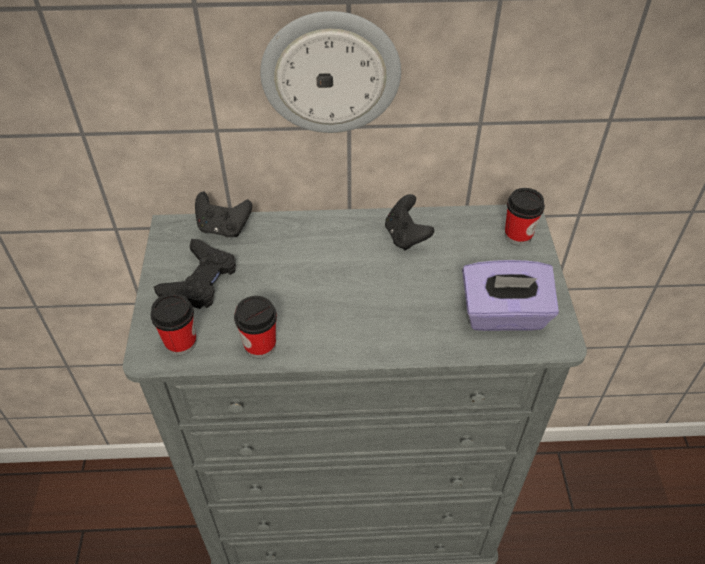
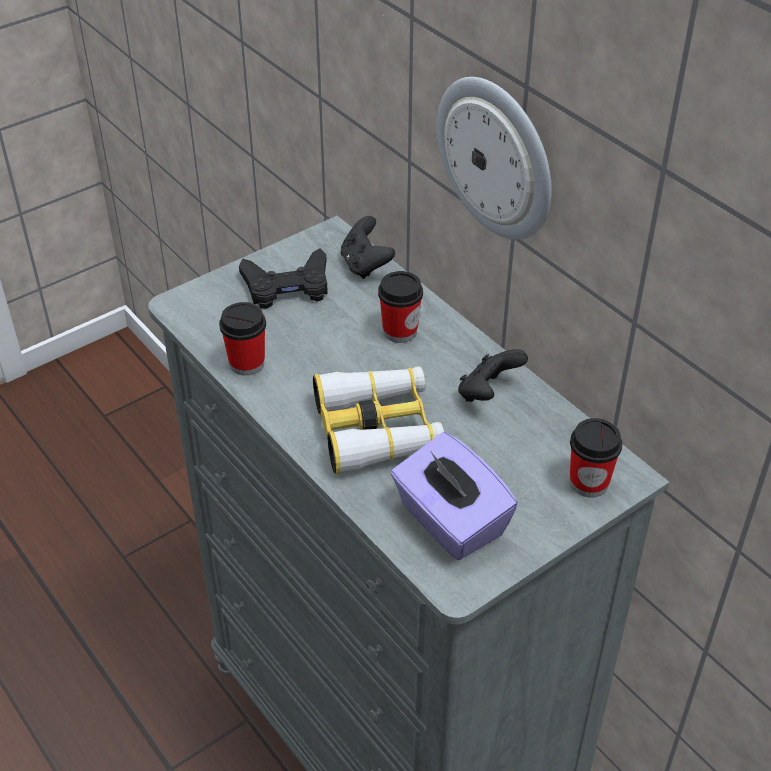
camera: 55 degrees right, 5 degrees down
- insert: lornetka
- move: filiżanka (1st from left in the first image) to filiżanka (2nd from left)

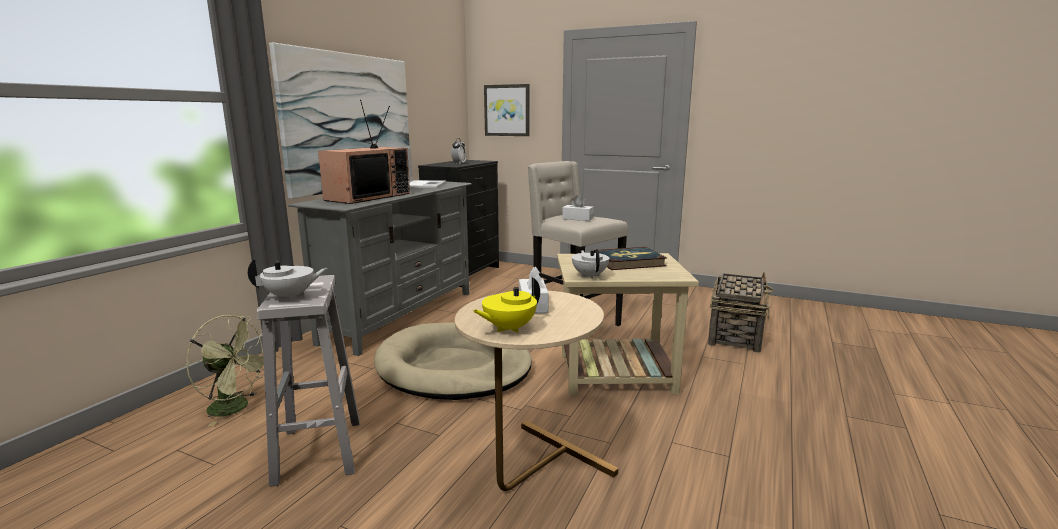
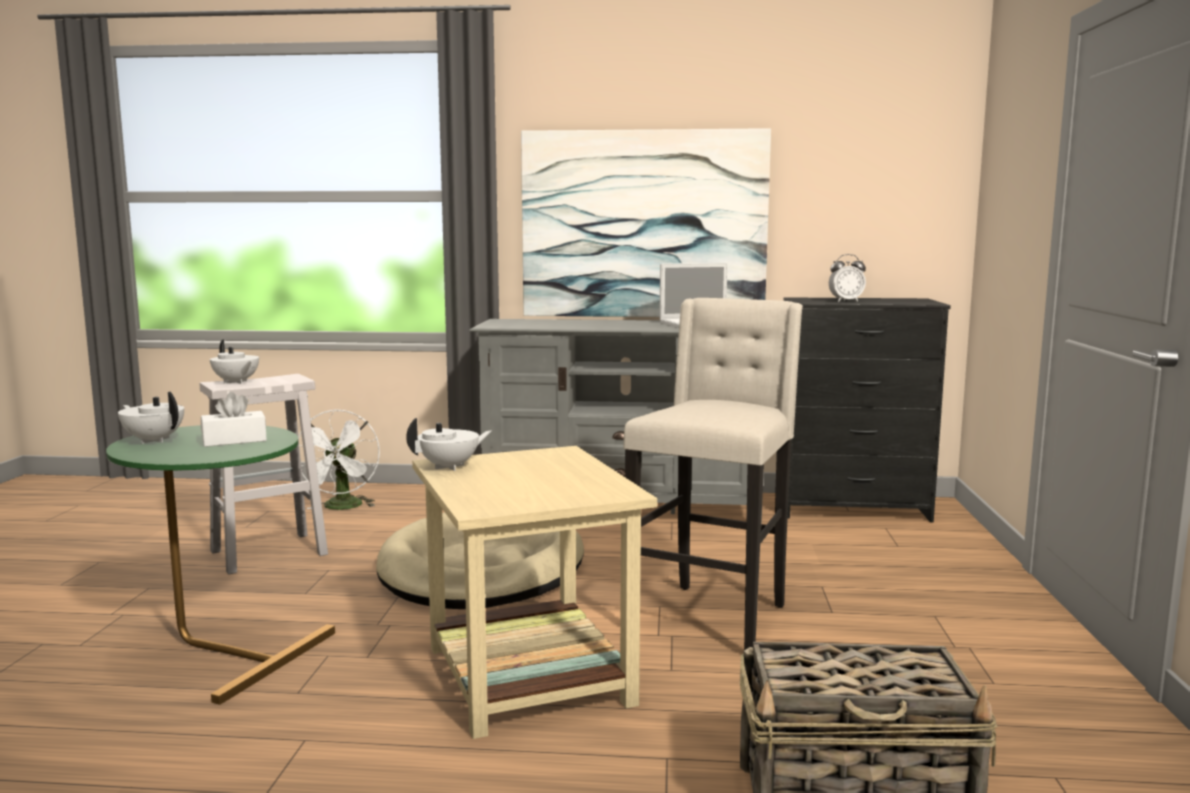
camera: 70 degrees right, 5 degrees down
- recolor: stolik (beżowy) (1st from left) to stolik (zielony)
- recolor: imbryk (żółty) to imbryk (biały) (1st from left)
- recolor: wentylator (zielony) to wentylator (biały)
- delete: telewizor
- delete: obraz (2nd from left)
- delete: pudełko chusteczek (biały) (2nd from left)
- delete: książka

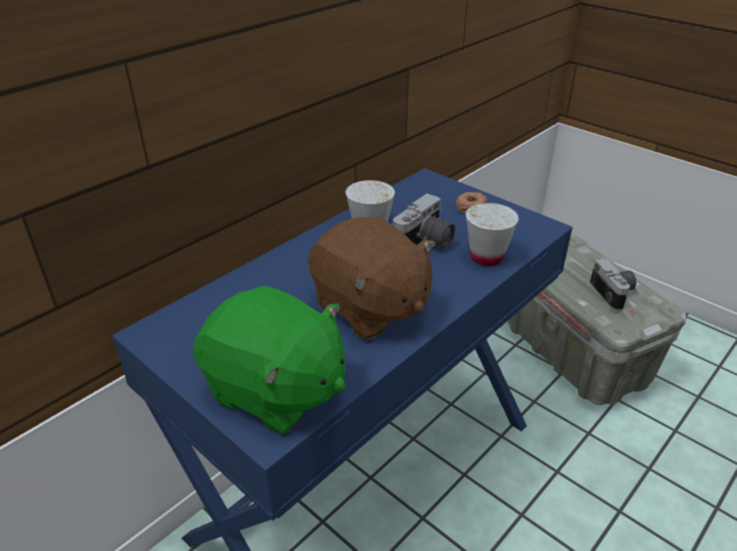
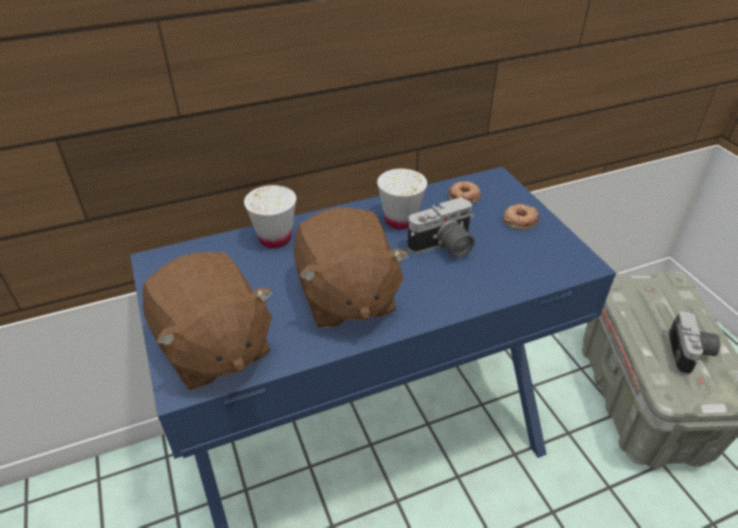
camera: 25 degrees right, 5 degrees up
- recolor: pluszak (zielony) to pluszak (brązowy) (1st from left)
- move: filiżanka (biały) (2nd from left in the first image) to filiżanka (biały) (1st from left)
- insert: donut (1st from left)

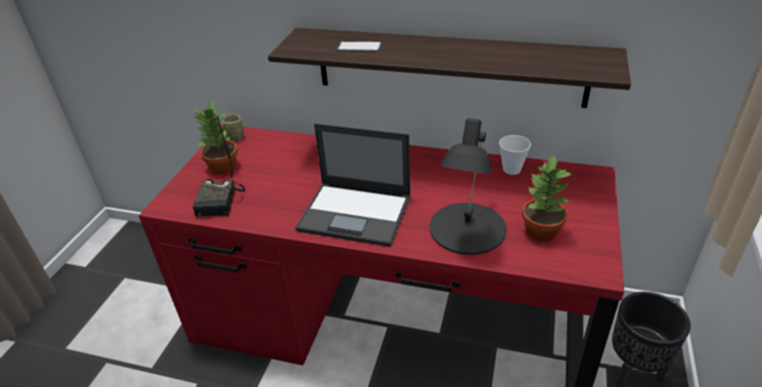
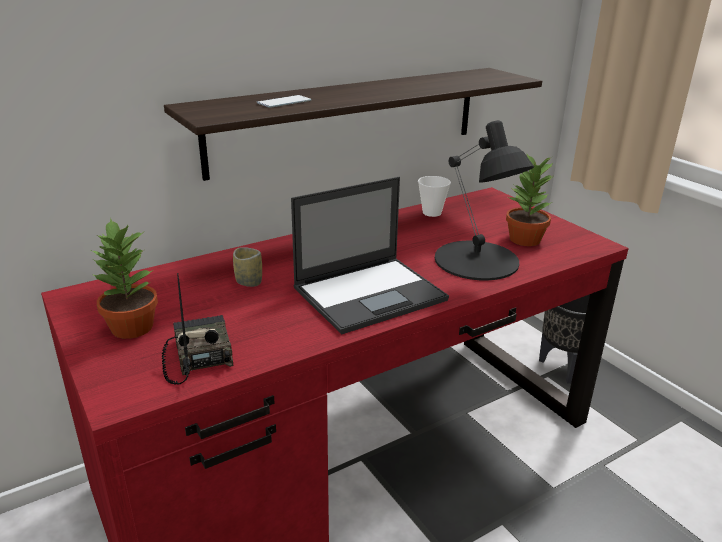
camera: 50 degrees left, 10 degrees down
- rotate: radio 150 degrees counterclockwise
- move: filiżanka (1st from left)

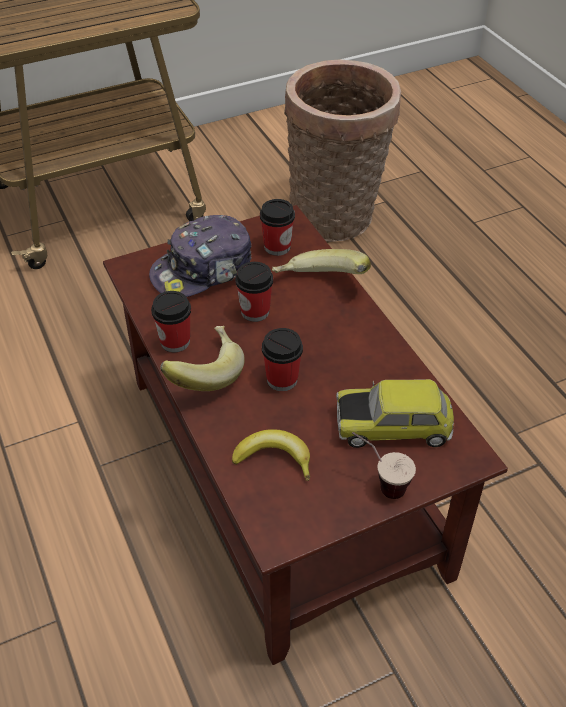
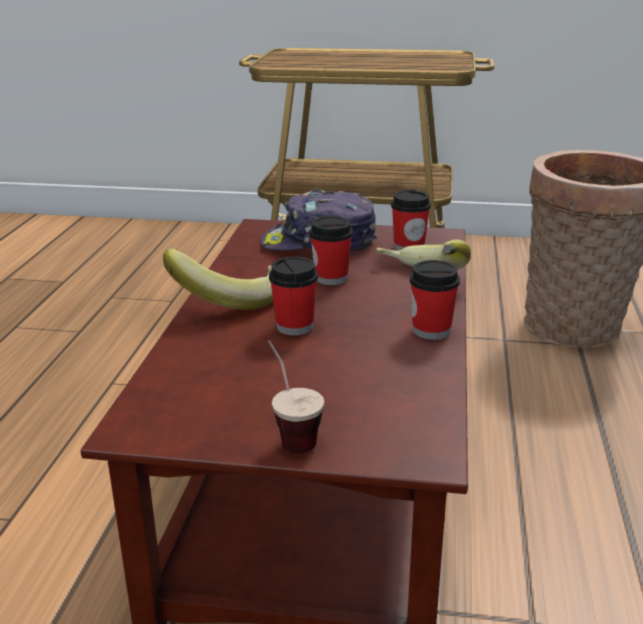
camera: 35 degrees right, 20 degrees down
- move: filiżanka (1st from left in the first image) to filiżanka (5th from left)
- delete: banan (2nd from left)
- delete: samochodzik

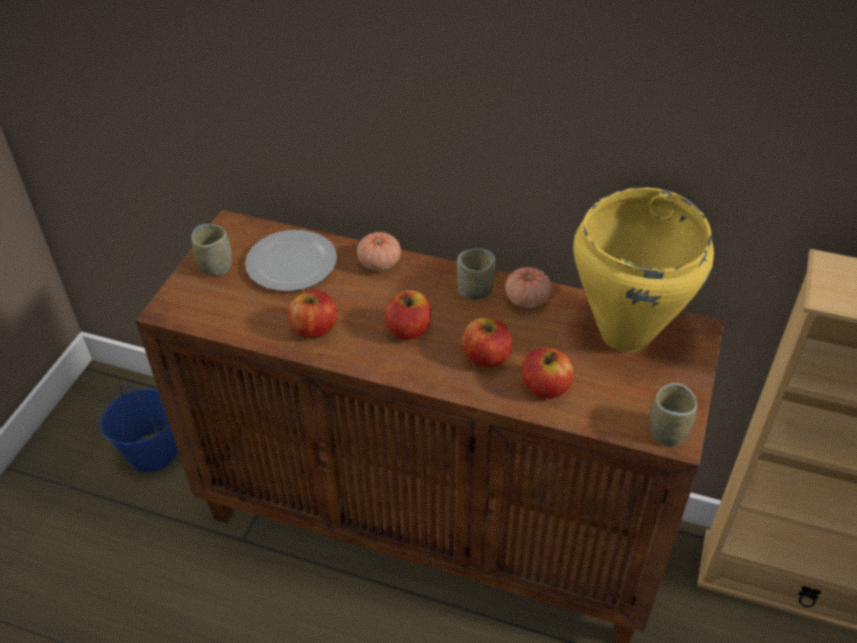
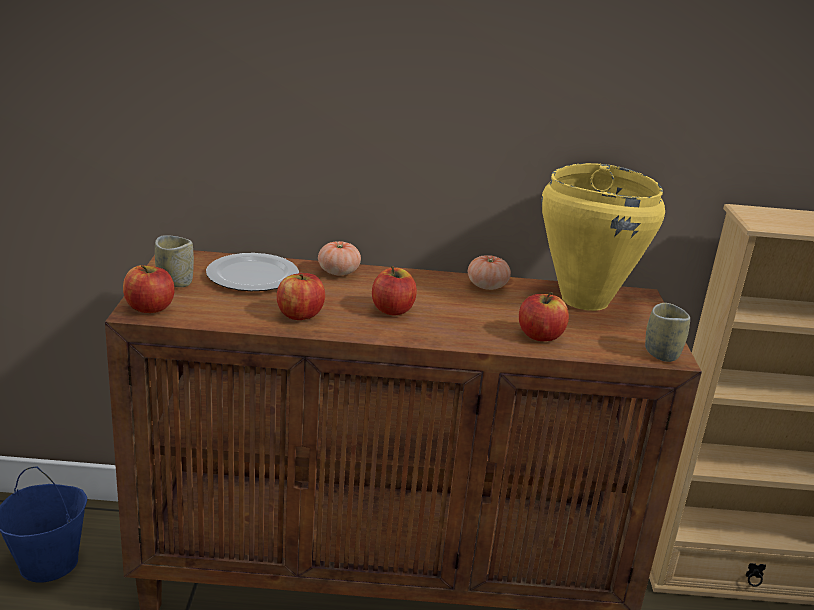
camera: 20 degrees left, 20 degrees down
- move: jabłko (3rd from left in the first image) to jabłko (1st from left)
- delete: filiżanka (2nd from left)

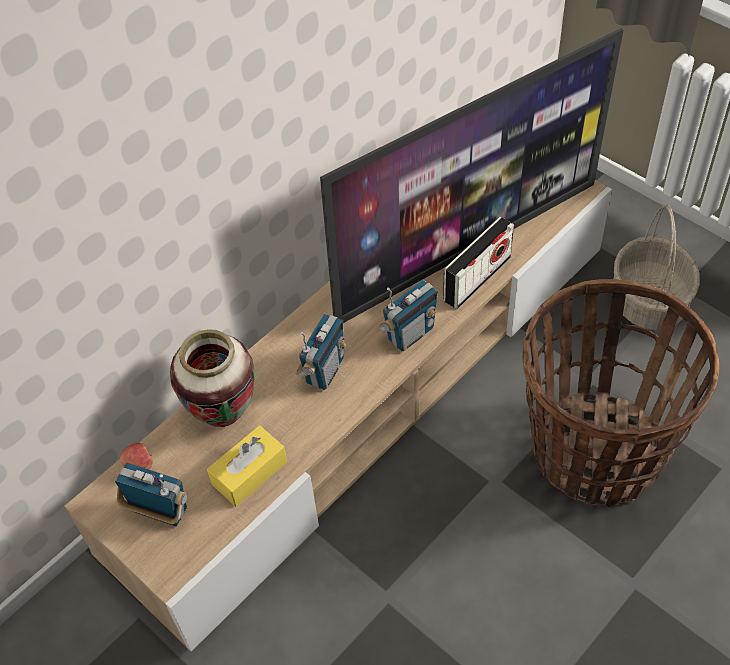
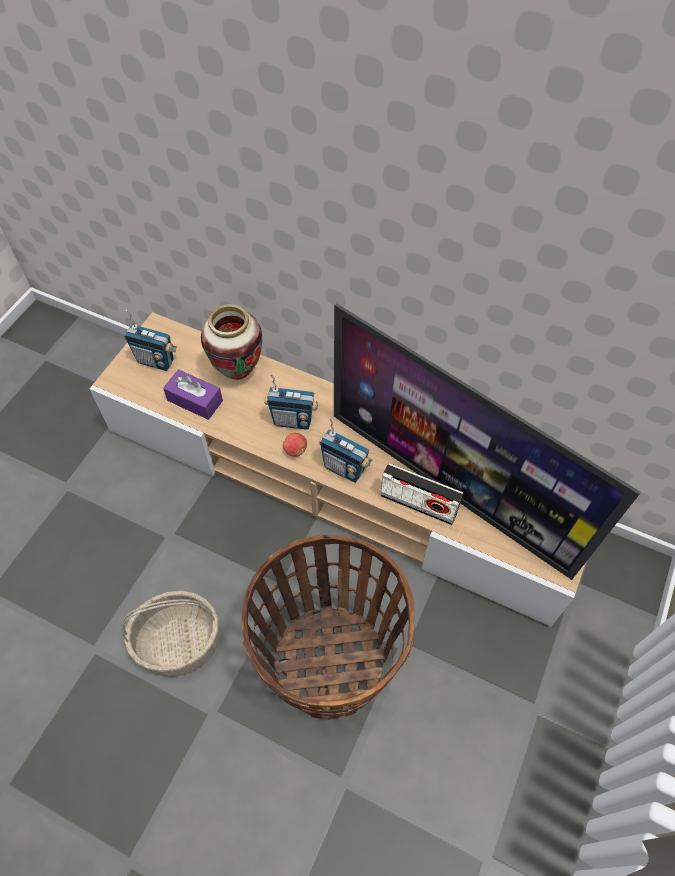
camera: 70 degrees right, 5 degrees up
- move: koszyk (2nd from left in the first image) to koszyk (1st from left)
- rotate: radio (1st from left) 105 degrees clockwise
- recolor: pudełko chusteczek (żółty) to pudełko chusteczek (fioletowy)
- move: jabłko

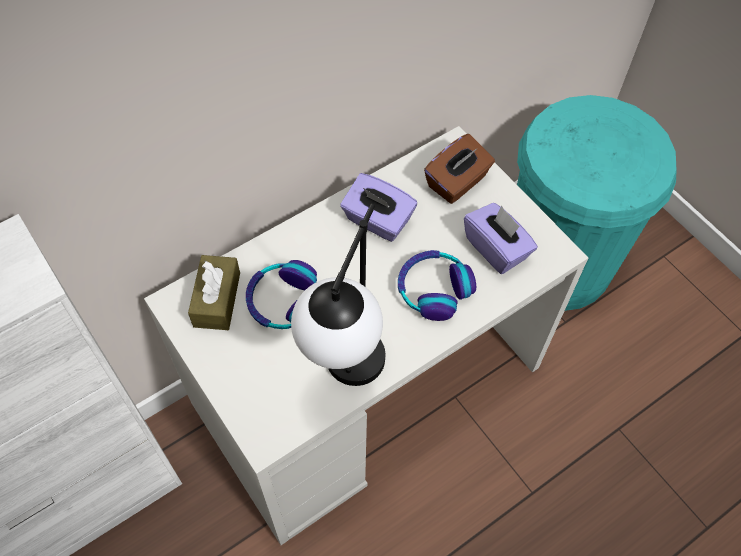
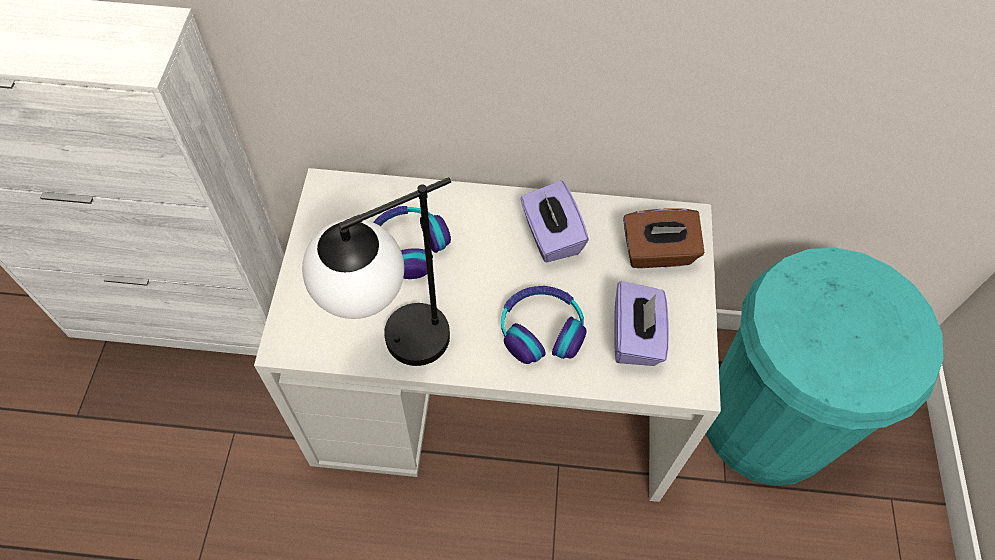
camera: 40 degrees right, 0 degrees up
- delete: pudełko chusteczek (brązowy) (1st from left)

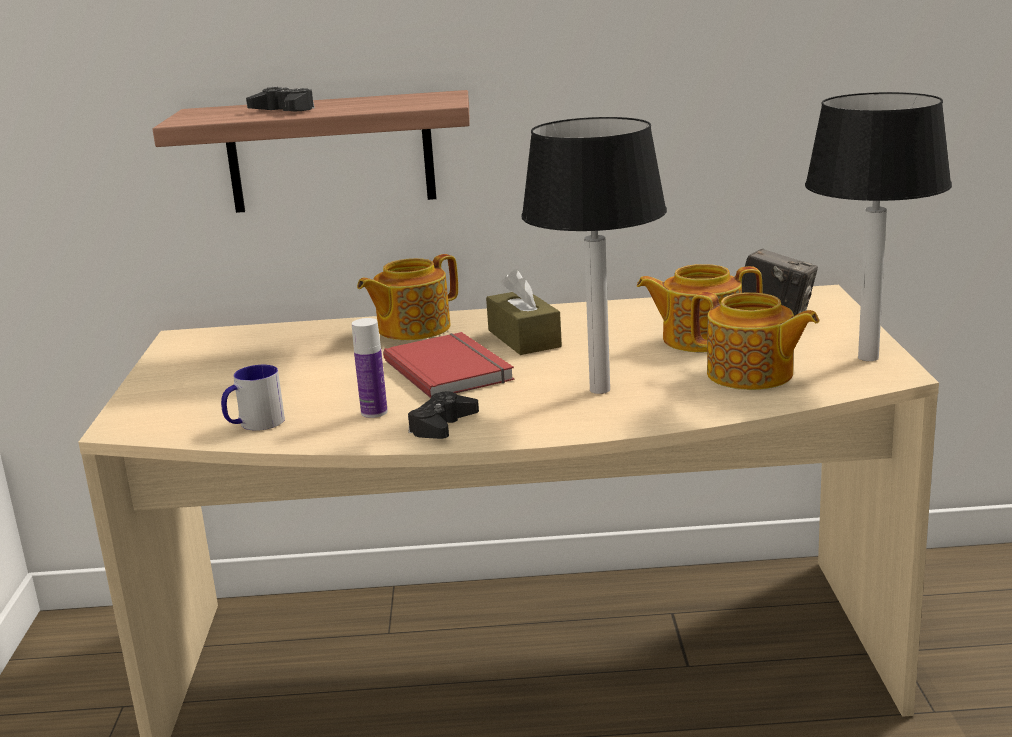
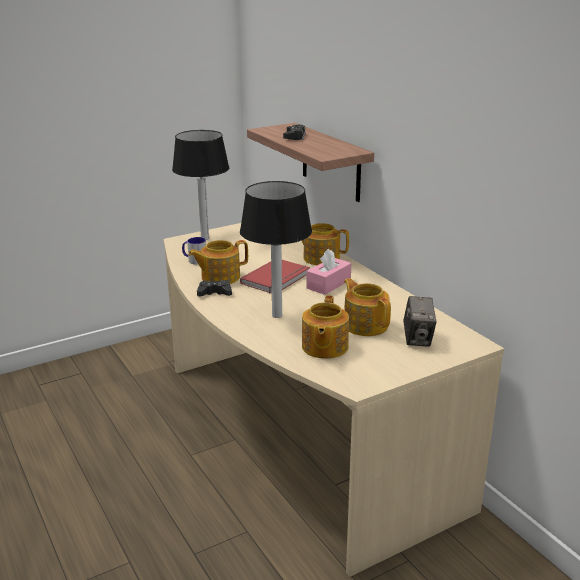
camera: 60 degrees right, 5 degrees up
- move: lampa stołowa (2nd from left in the first image) to lampa stołowa (1st from left)
- replace: butelka to imbryk (1st from left)
- recolor: pudełko chusteczek (brązowy) to pudełko chusteczek (różowy)

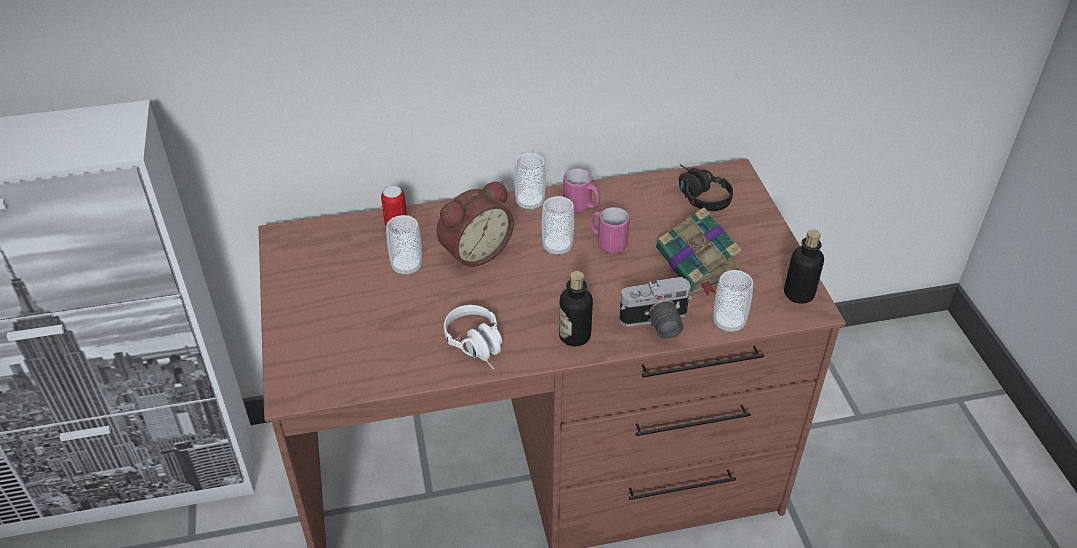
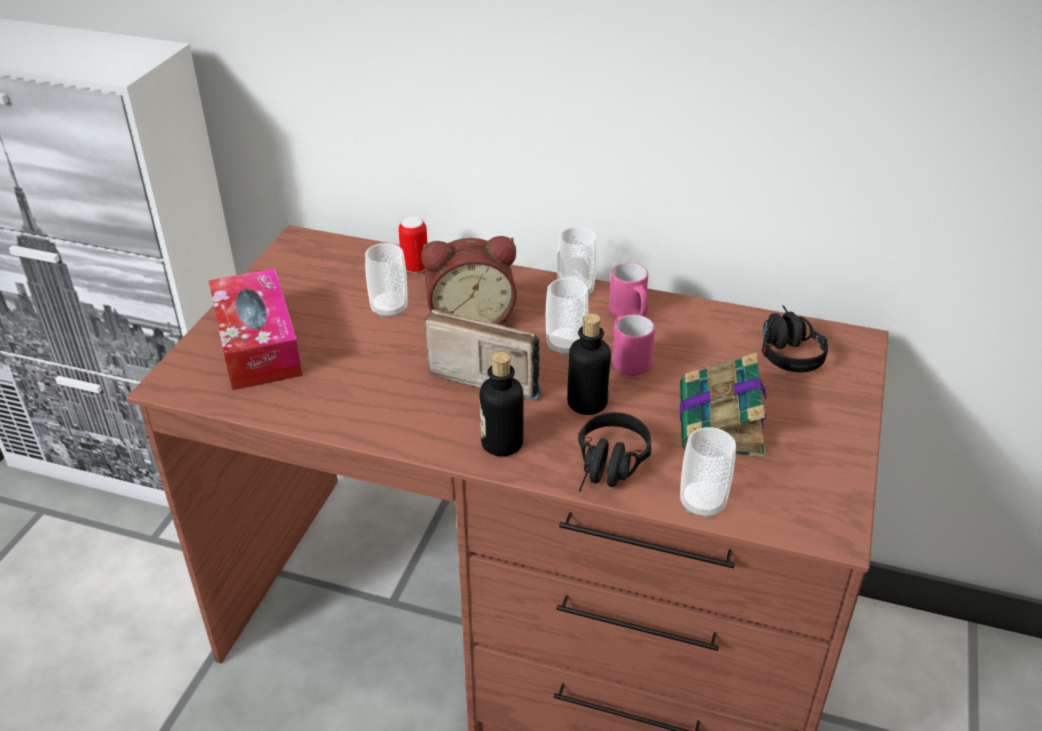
camera: 30 degrees right, 5 degrees down
- insert: pudełko chusteczek
- insert: radio
- move: butelka (2nd from left)
- replace: aparat fotograficzny to słuchawki (czarny) (1st from left)
- delete: słuchawki (biały)

